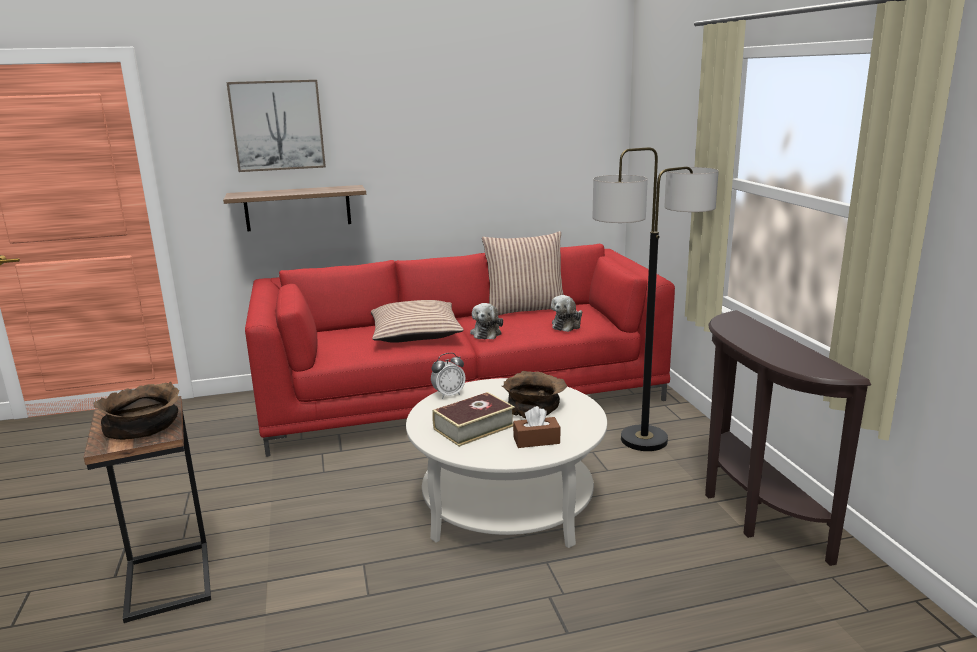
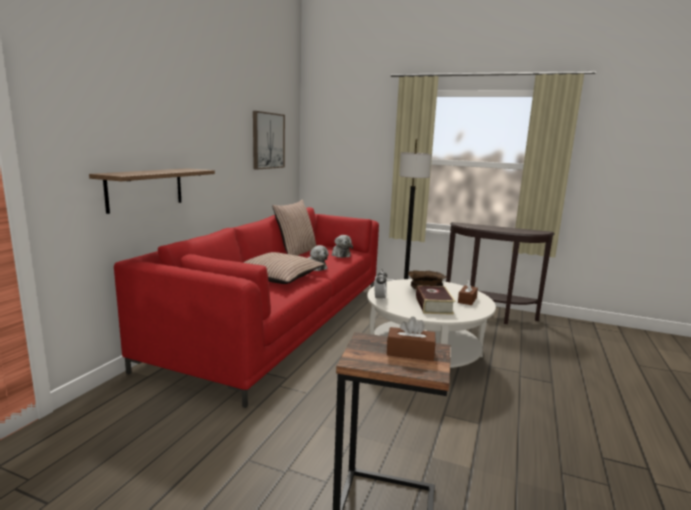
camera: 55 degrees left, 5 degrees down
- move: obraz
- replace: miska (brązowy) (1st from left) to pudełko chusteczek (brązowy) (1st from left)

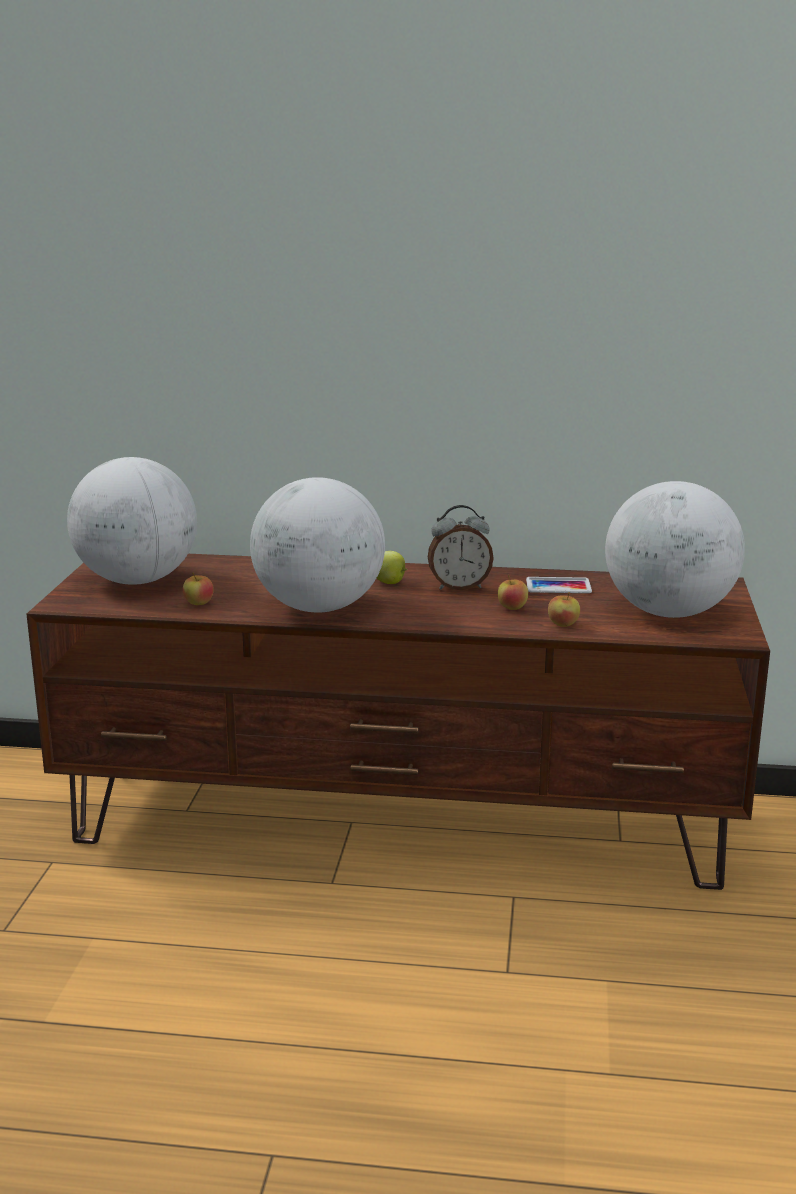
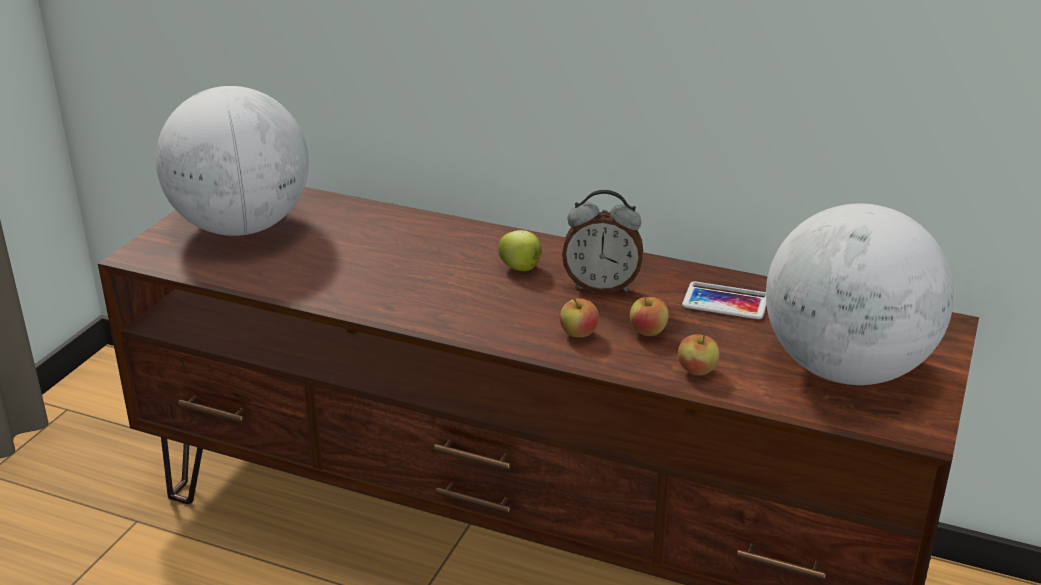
camera: 15 degrees right, 10 degrees up
- move: jabłko (1st from left in the first image) to jabłko (2nd from left)
- delete: globus (2nd from left)

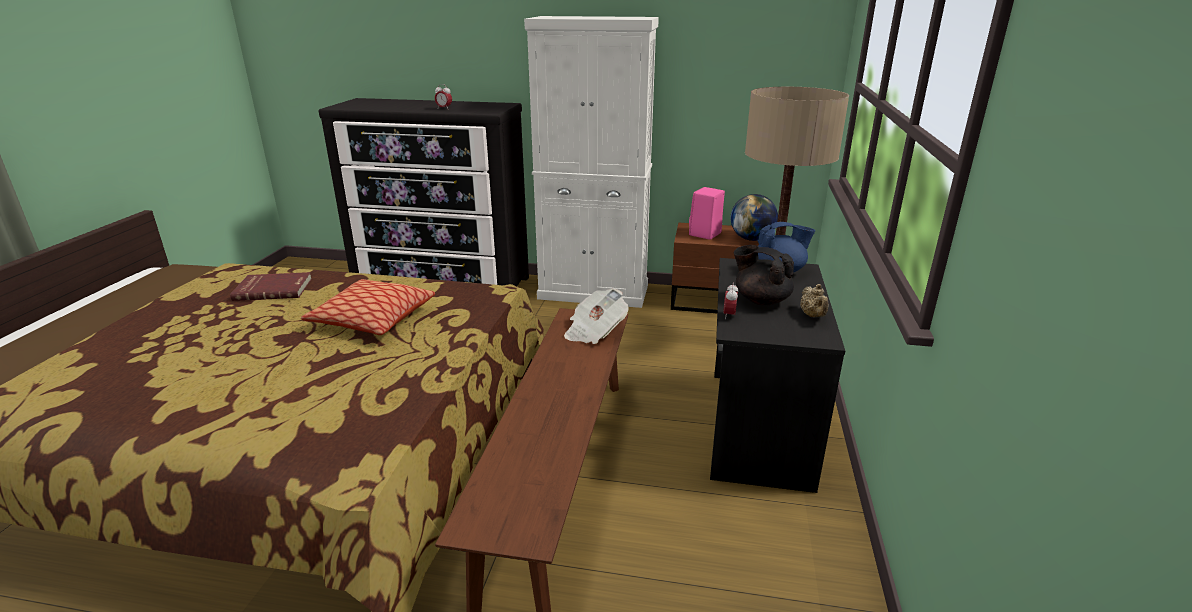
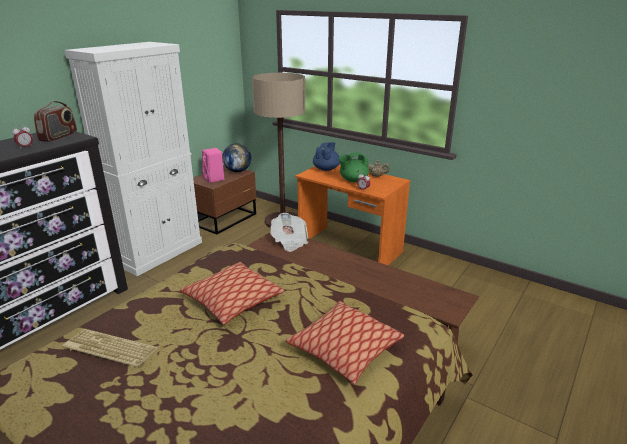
camera: 65 degrees left, 0 degrees up
- insert: radio
- replace: książka (czerwony) to klawiatura
- insert: poduszka (2nd from left)
- recolor: biurko (czarny) to biurko (pomarańczowy)
- recolor: imbryk (czarny) to imbryk (zielony)

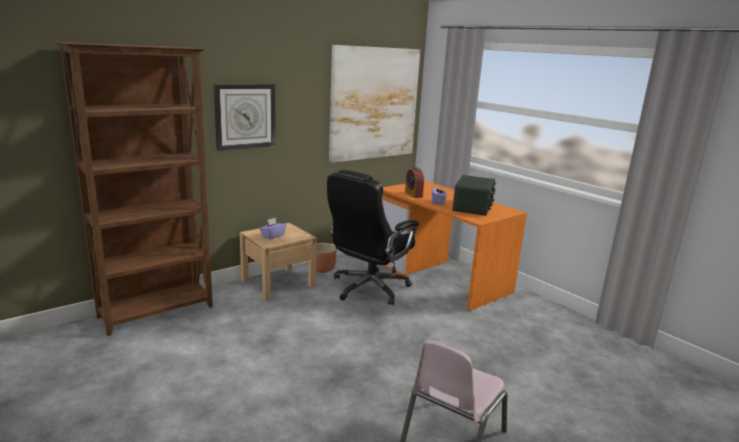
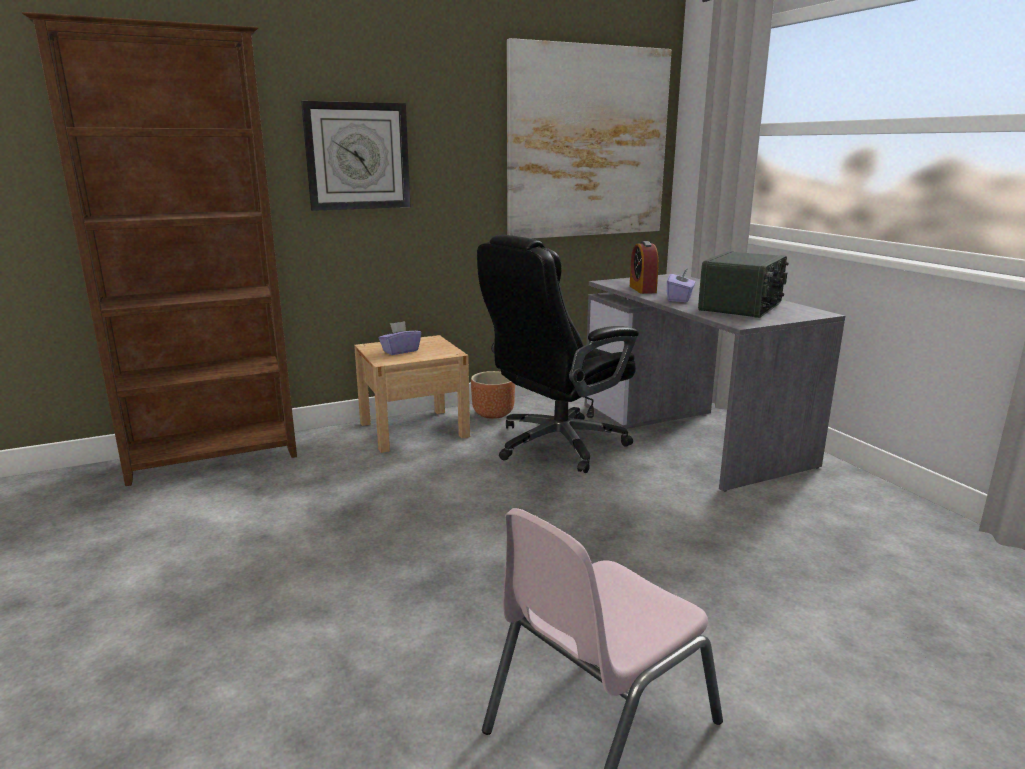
camera: 15 degrees right, 0 degrees up
- recolor: biurko (pomarańczowy) to biurko (szary)

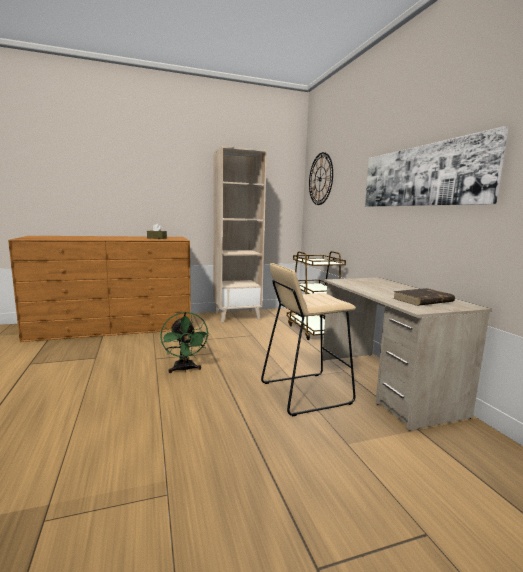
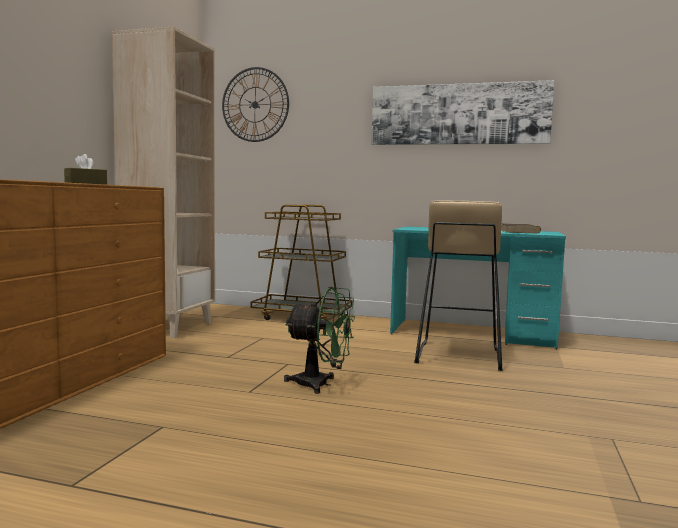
camera: 55 degrees left, 5 degrees down
- recolor: biurko (beżowy) to biurko (turkusowy)

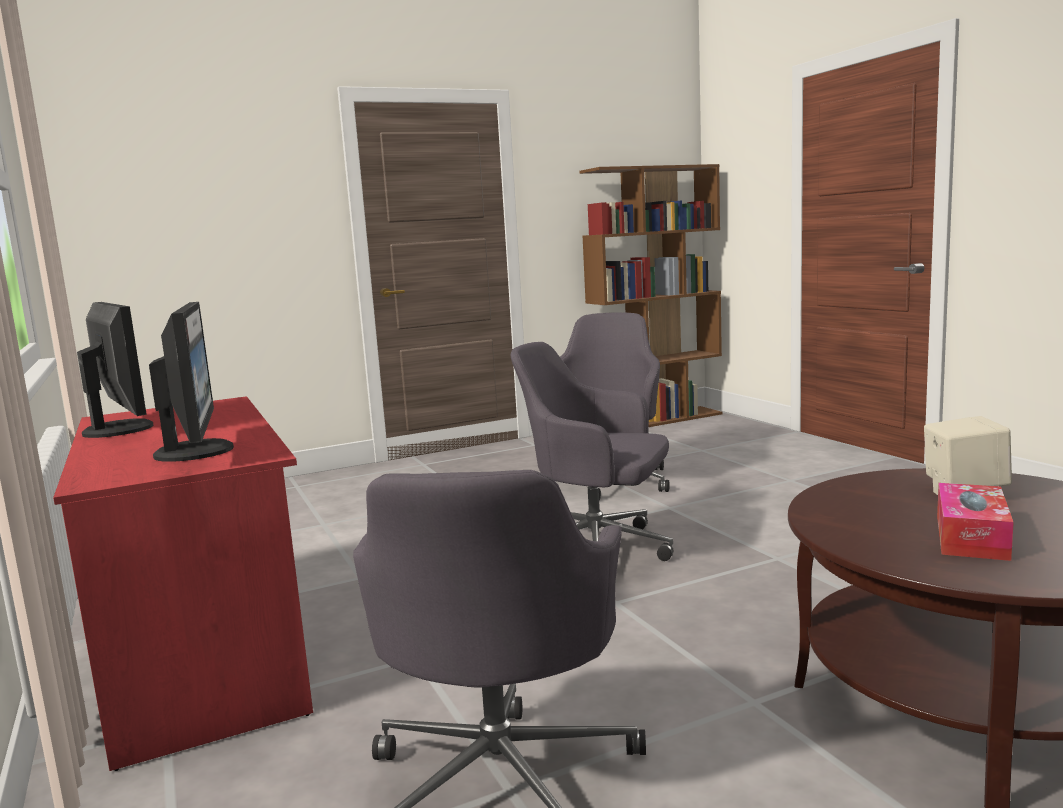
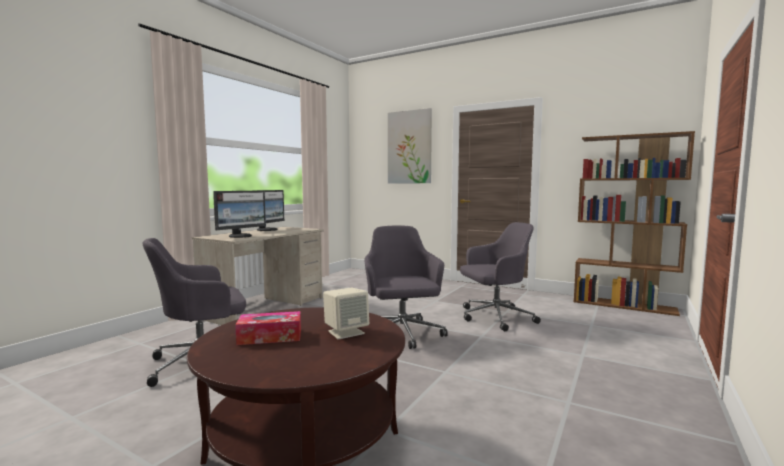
camera: 55 degrees right, 5 degrees down
- recolor: biurko (czerwony) to biurko (beżowy)
- insert: obraz

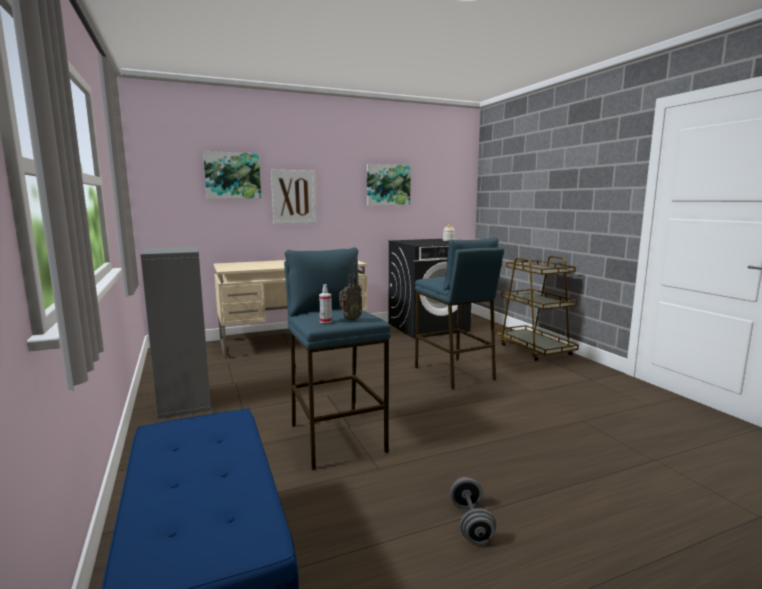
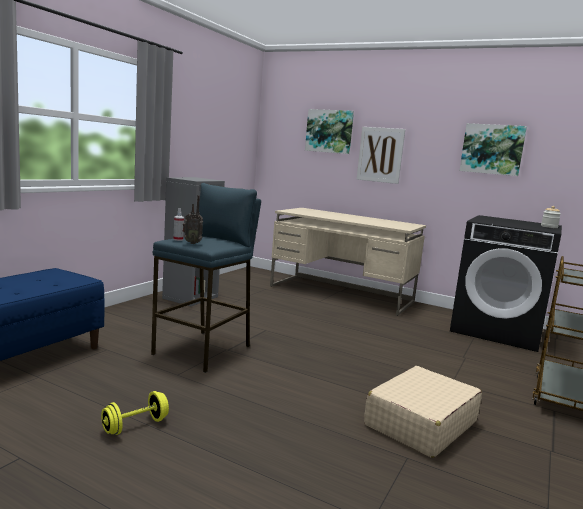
camera: 50 degrees right, 0 degrees up
- recolor: hantel (szary) to hantel (żółty)
- insert: walizka (beżowy)
- delete: stołek (niebieski) (2nd from left)

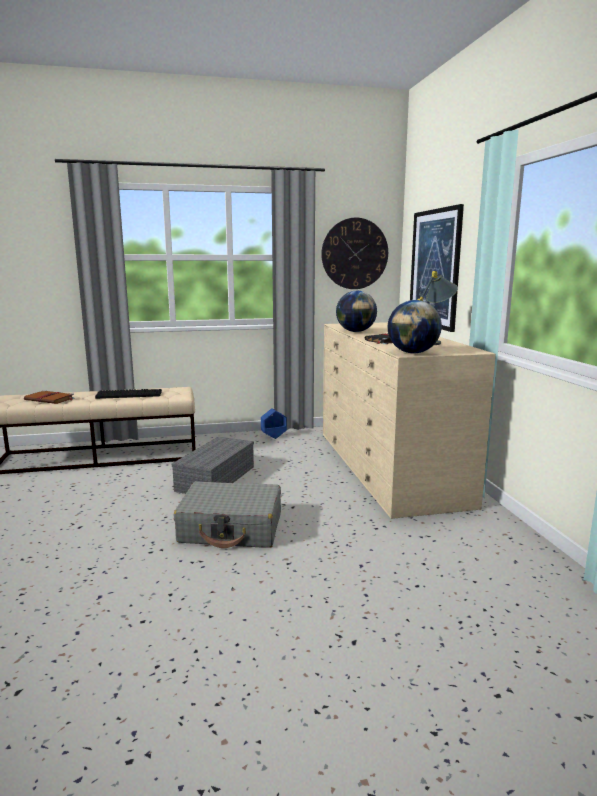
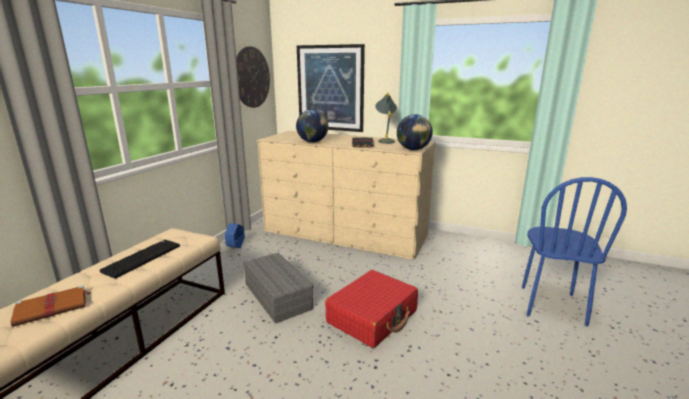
camera: 55 degrees left, 5 degrees up
- recolor: walizka (szary) to walizka (czerwony)
- insert: krzesło (niebieski)

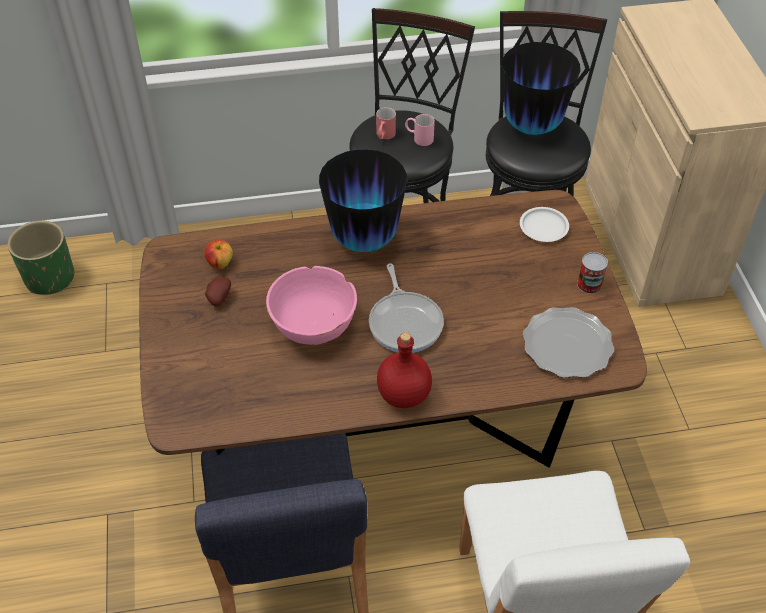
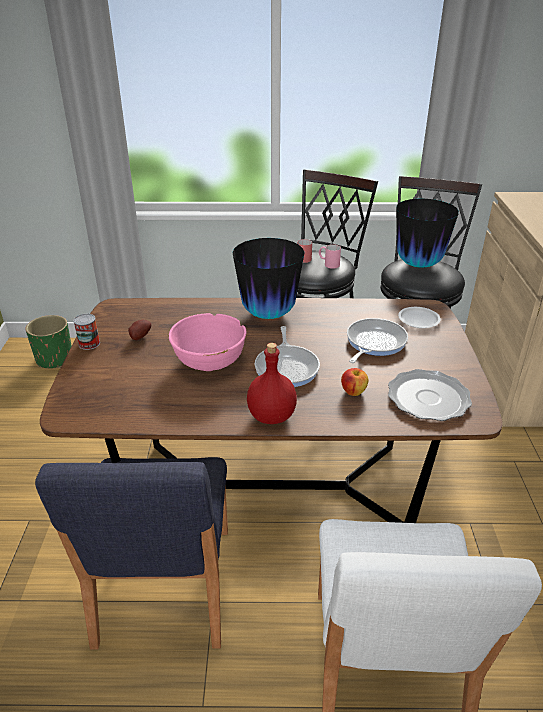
camera: 10 degrees right, 15 degrees down
- move: puszka
- move: jabłko
- insert: patelnia (2nd from left)

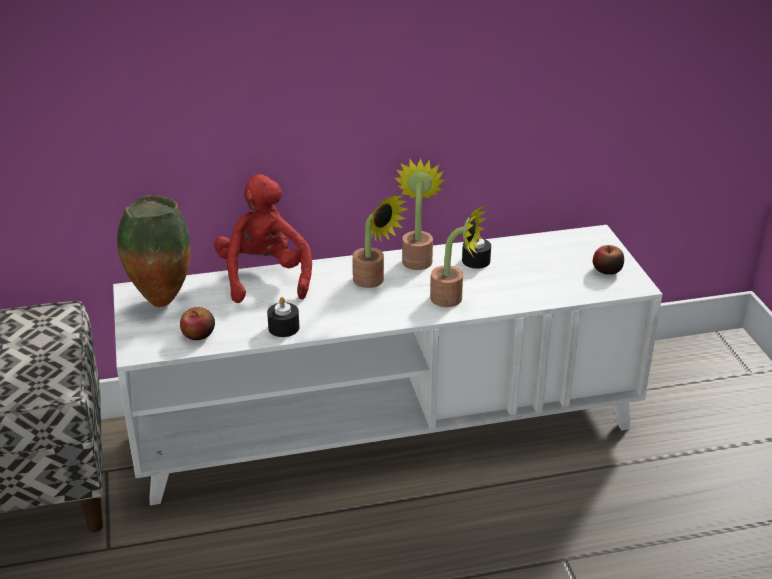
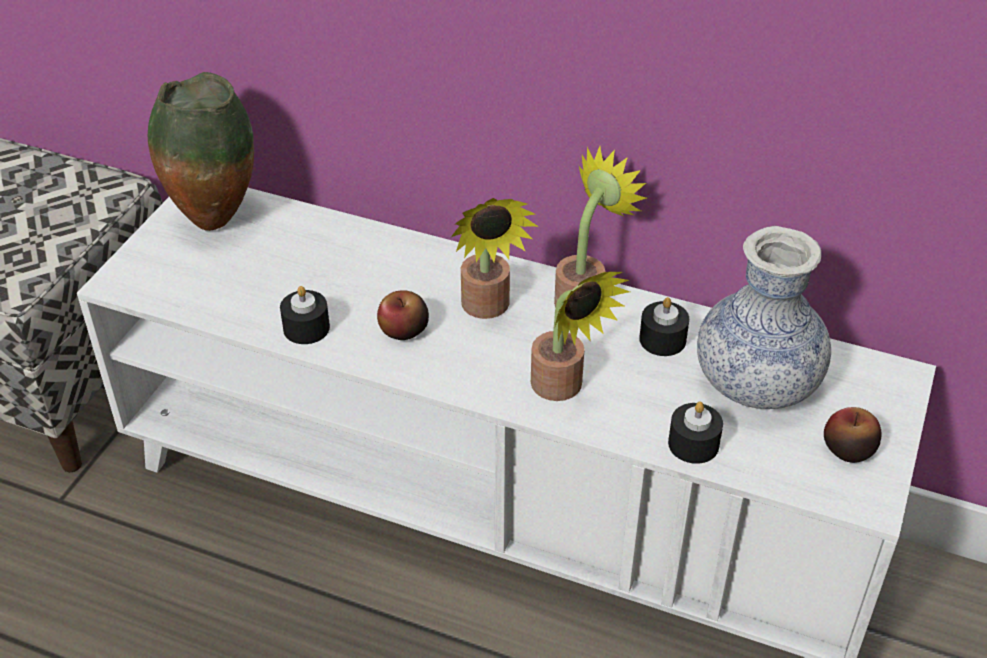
camera: 35 degrees right, 10 degrees up
- move: jabłko (1st from left)
- insert: świeca (czarny) (3rd from left)
- insert: wazon (2nd from left)
- delete: pluszak (czerwony)

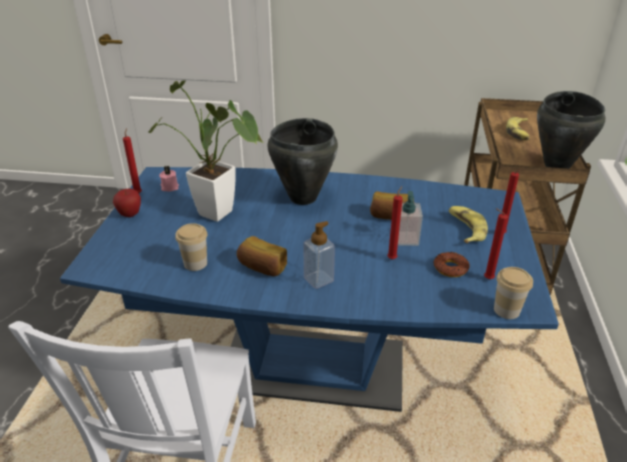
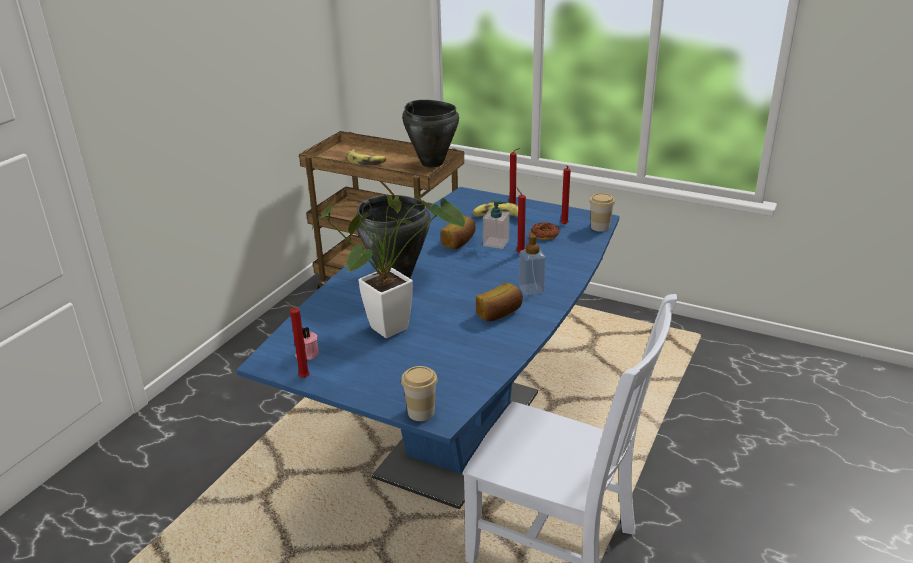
camera: 70 degrees left, 5 degrees down
- move: filiżanka (1st from left)
- delete: jabłko

